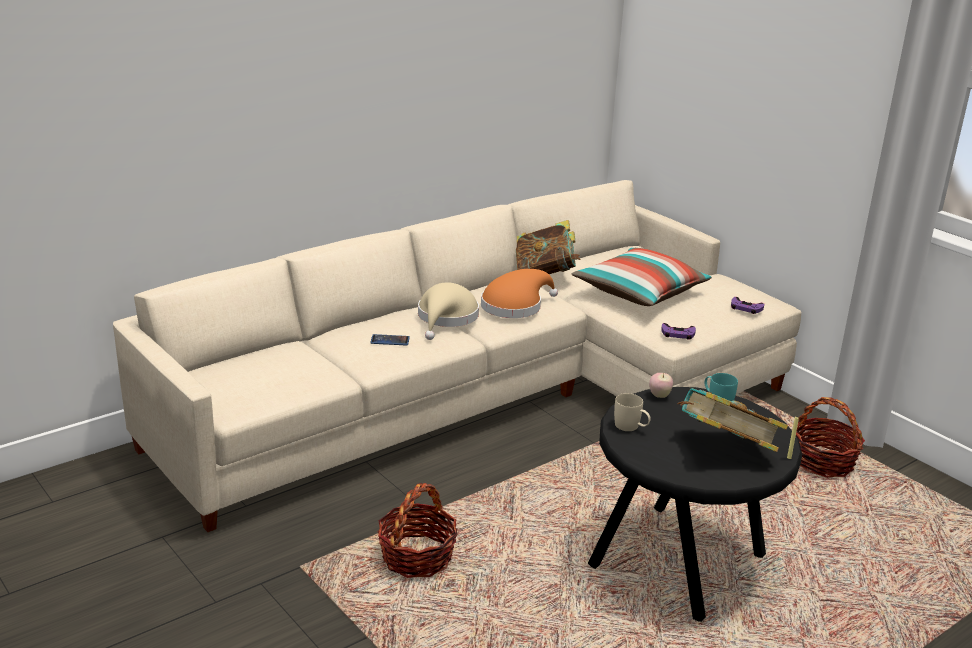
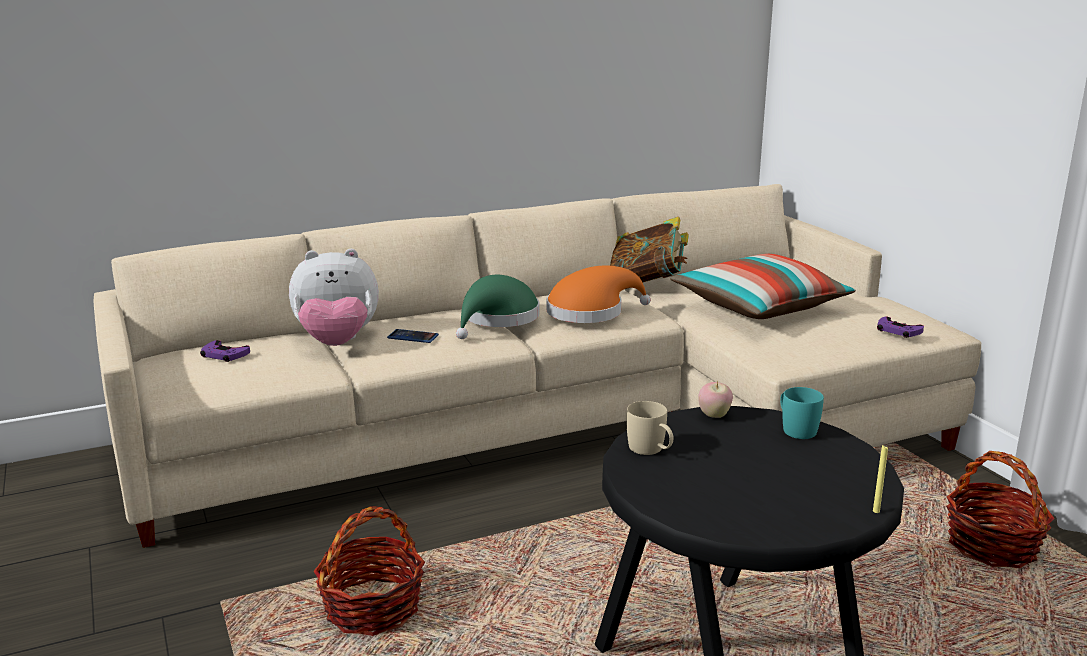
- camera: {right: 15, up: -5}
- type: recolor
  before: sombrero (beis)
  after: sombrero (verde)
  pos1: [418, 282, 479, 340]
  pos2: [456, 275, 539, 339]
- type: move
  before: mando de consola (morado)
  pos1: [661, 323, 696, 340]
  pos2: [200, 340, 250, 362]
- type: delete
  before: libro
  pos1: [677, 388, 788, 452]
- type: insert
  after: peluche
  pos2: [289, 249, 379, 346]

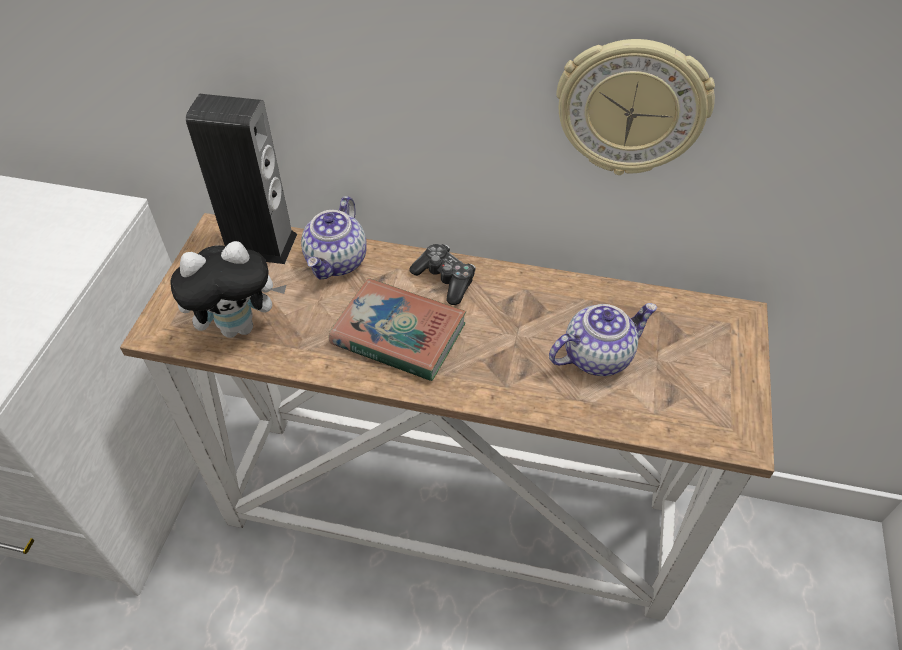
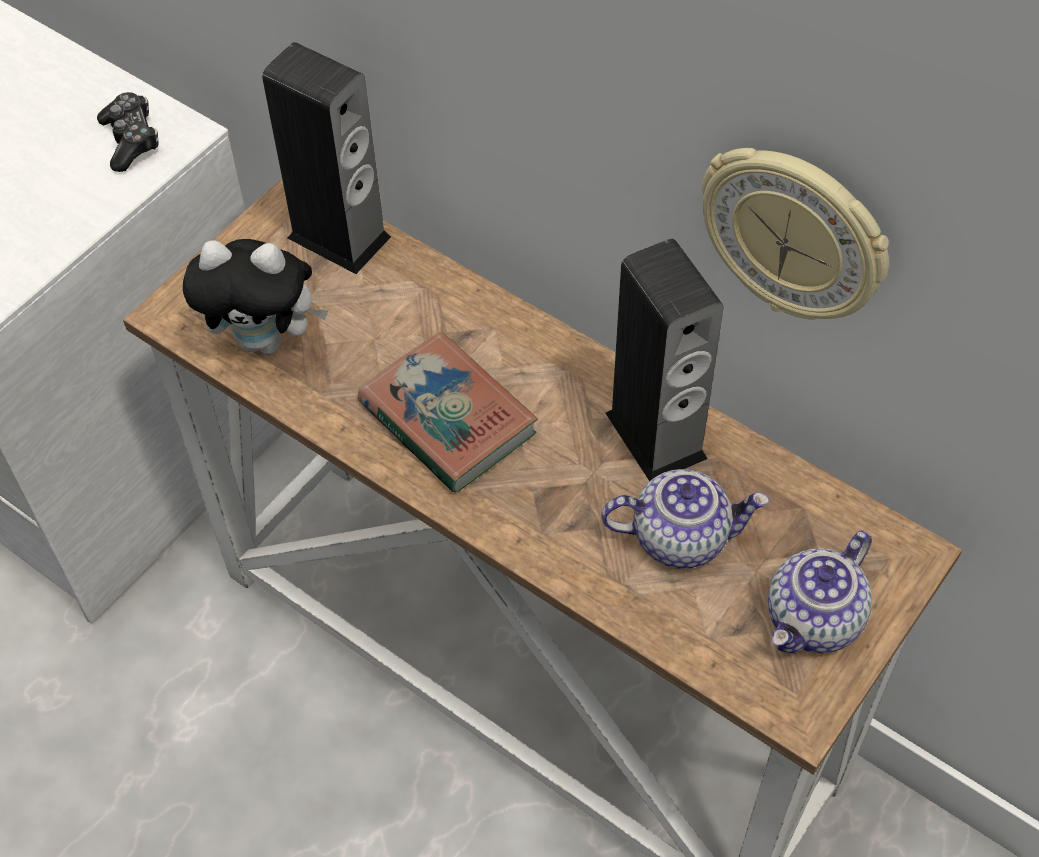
- camera: {right: 25, up: 5}
- type: move
  before: tetera
  pos1: [301, 196, 367, 280]
  pos2: [768, 530, 872, 654]
- type: move
  before: mando de consola
  pos1: [409, 244, 476, 305]
  pos2: [97, 92, 159, 172]
- type: insert
  after: altavoz
  pos2: [606, 239, 724, 481]

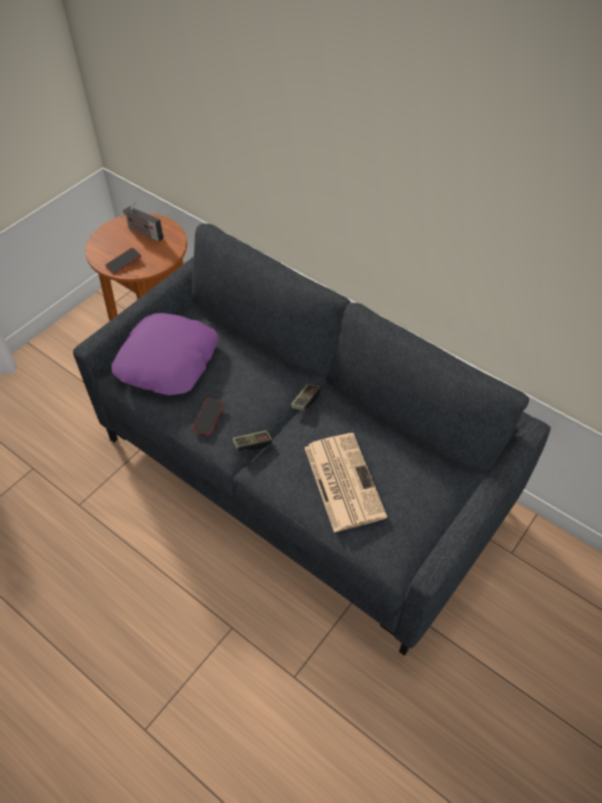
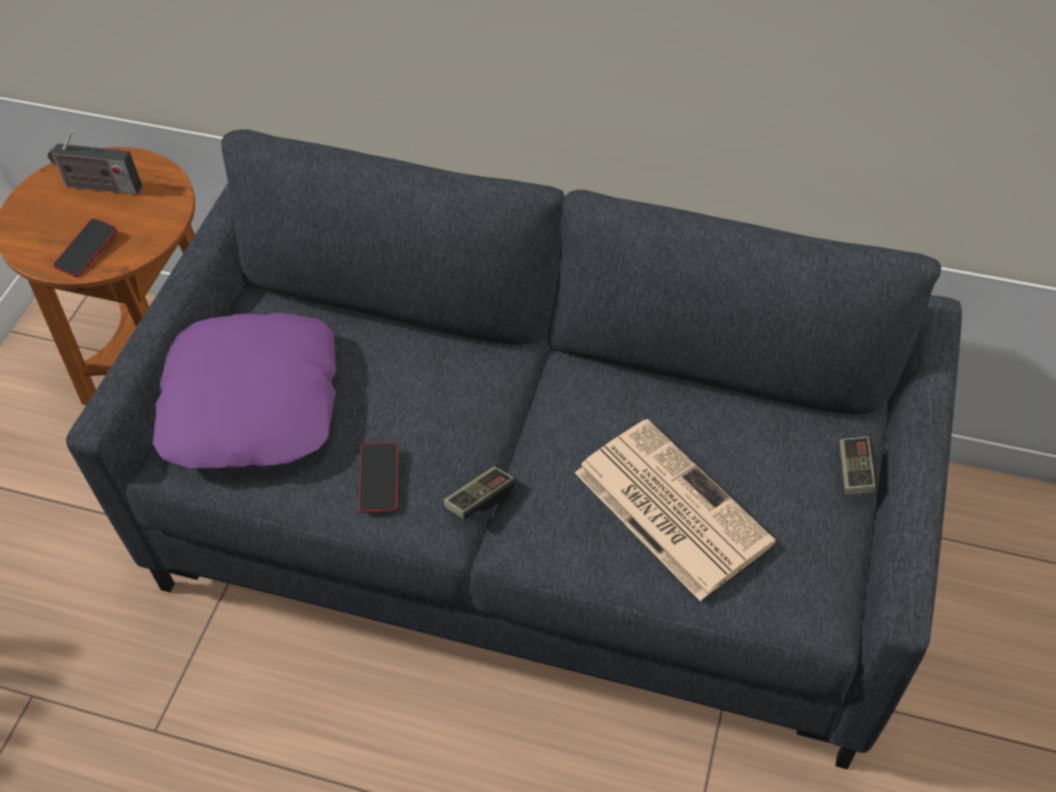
- camera: {right: -20, up: 0}
- type: move
  before: mando de consola
  pos1: [291, 384, 321, 411]
  pos2: [839, 436, 877, 495]

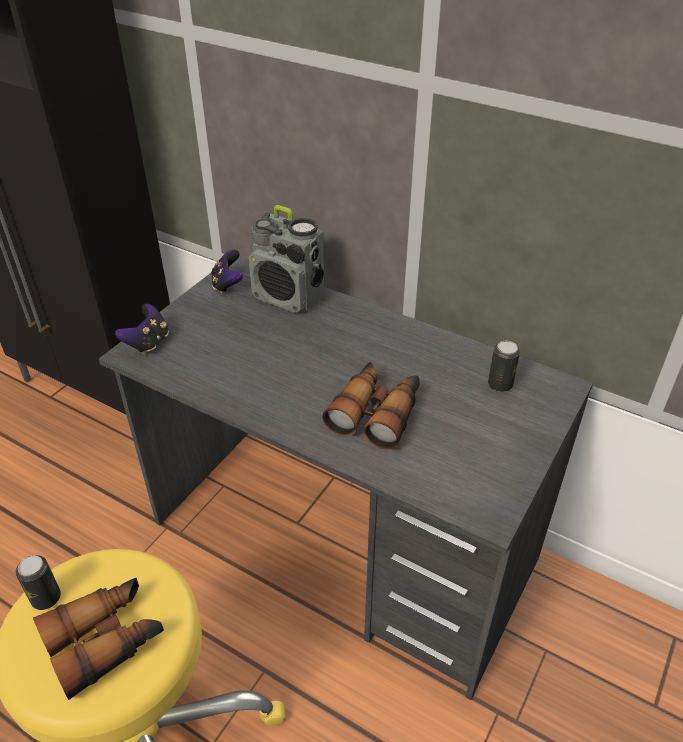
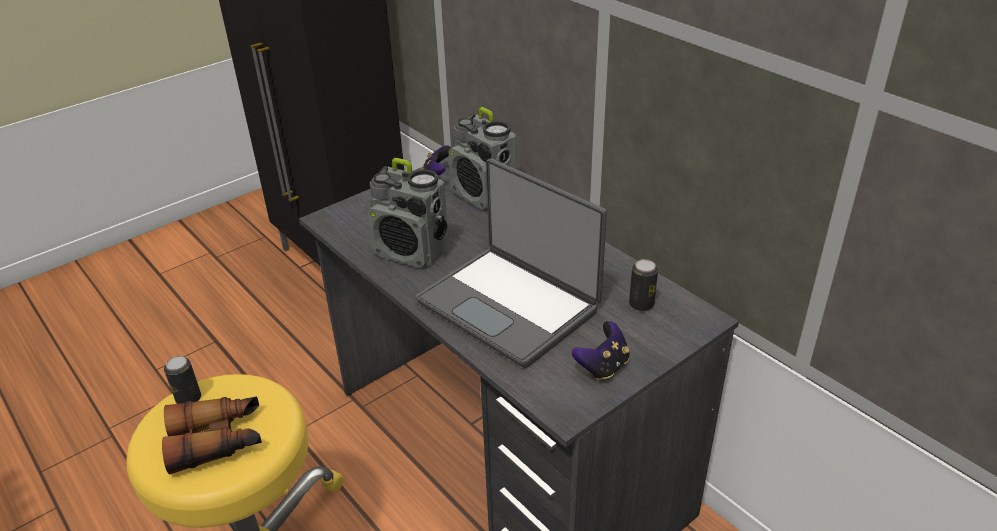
- camera: {right: 20, up: -5}
- type: move
  before: mando de consola
  pos1: [115, 304, 169, 355]
  pos2: [572, 321, 630, 381]
- type: replace
  before: prismáticos
  after: portátil
  pos1: [322, 362, 420, 449]
  pos2: [416, 158, 607, 368]
- type: insert
  after: radio
  pos2: [368, 158, 449, 268]

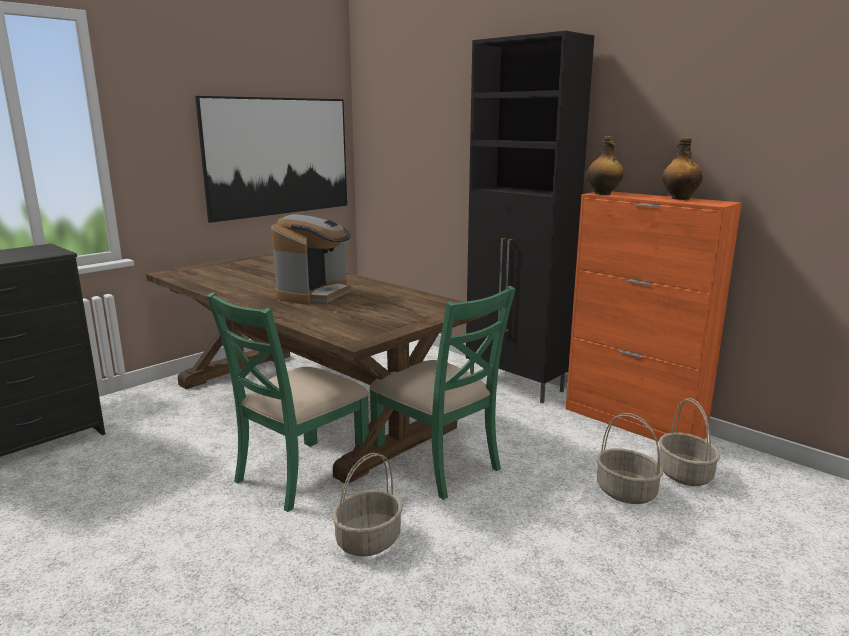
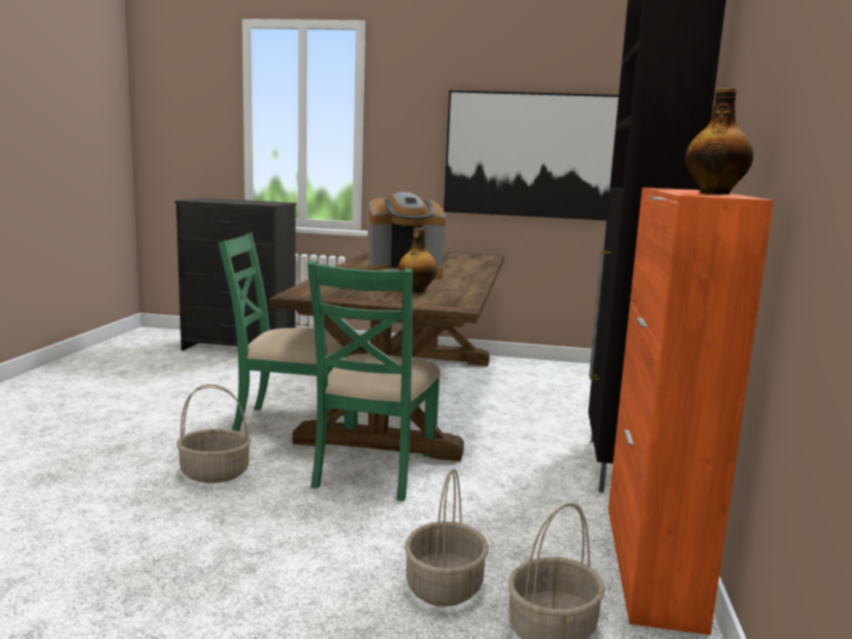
- camera: {right: 55, up: -5}
- type: move
  before: botella
  pos1: [587, 136, 624, 195]
  pos2: [398, 228, 437, 292]

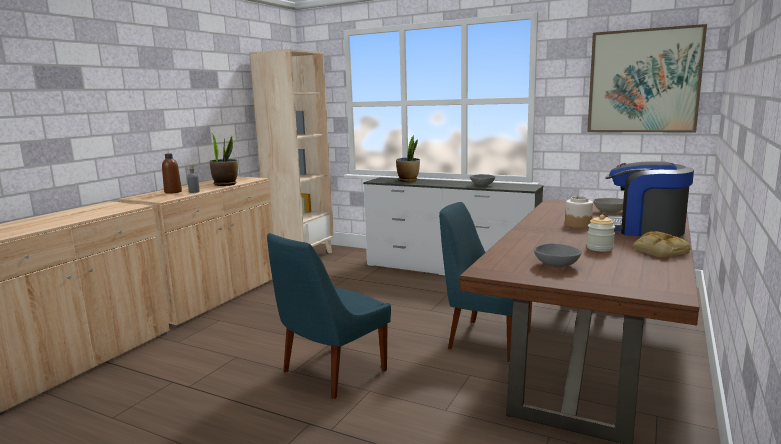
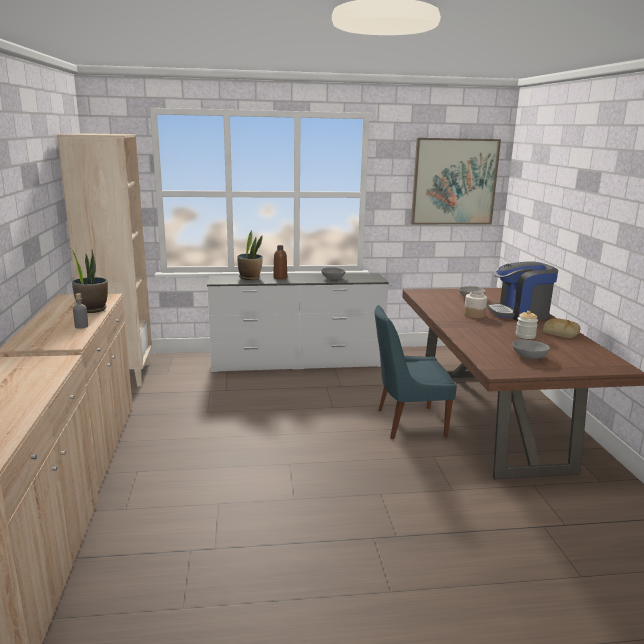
- camera: {right: -35, up: 5}
- type: move
  before: botella (marrón)
  pos1: [162, 154, 182, 194]
  pos2: [273, 245, 287, 279]
- type: delete
  before: silla (azul)
  pos1: [267, 233, 391, 399]

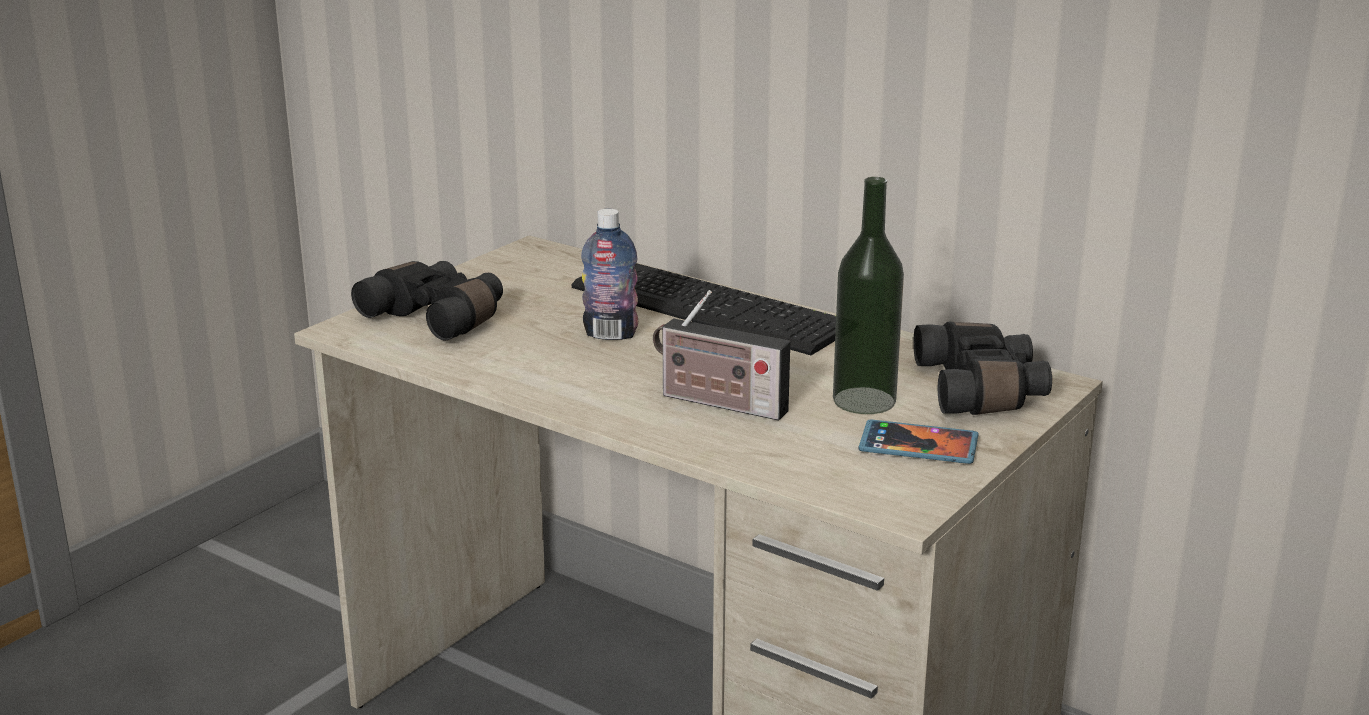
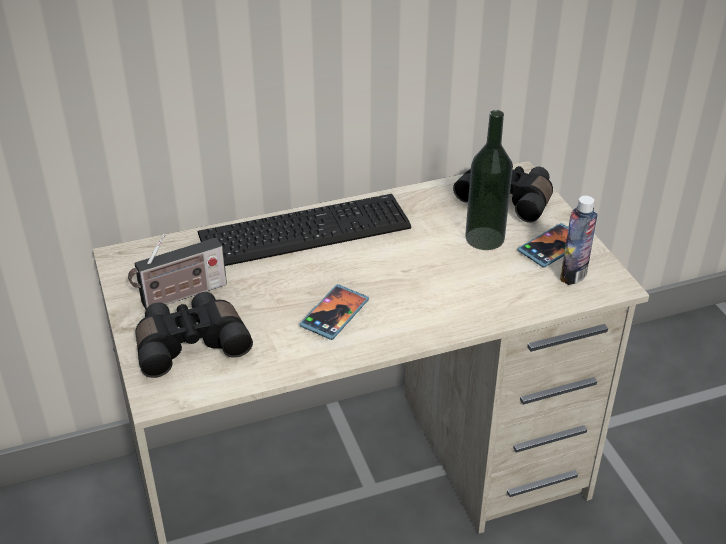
- camera: {right: -55, up: 15}
- type: move
  before: botella
  pos1: [581, 209, 638, 340]
  pos2: [560, 196, 598, 285]
- type: move
  before: radio
  pos1: [653, 290, 790, 421]
  pos2: [128, 234, 227, 309]
- type: insert
  after: móvil
  pos2: [300, 284, 369, 340]

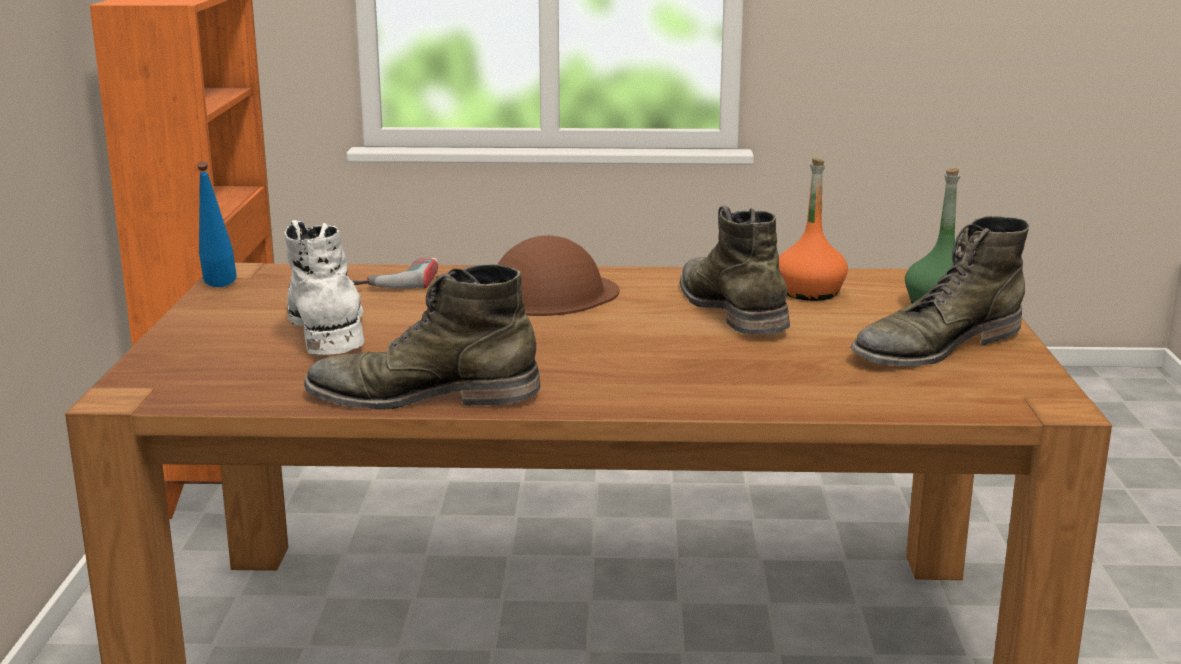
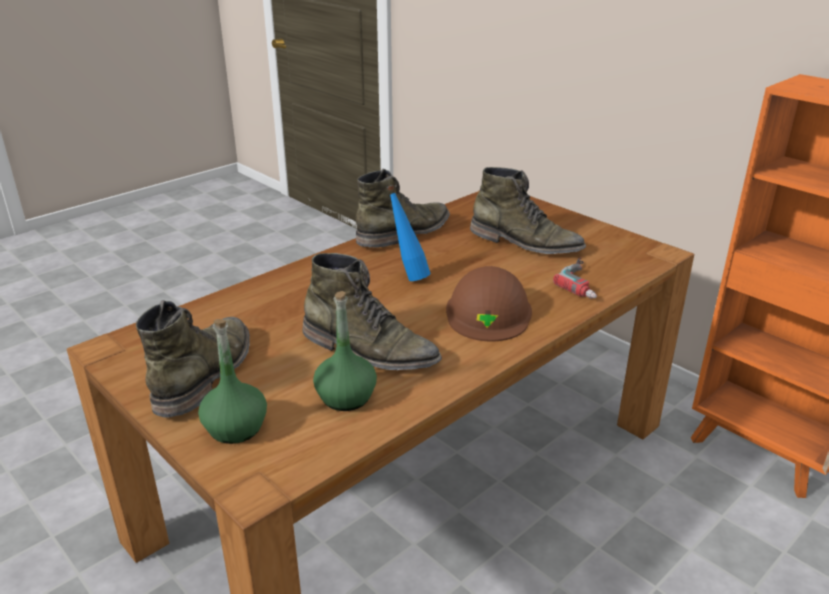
- camera: {right: 135, up: 10}
- type: recolor
  before: botella (naranja)
  after: botella (verde)
  pos1: [779, 158, 848, 301]
  pos2: [313, 291, 377, 411]
- type: move
  before: botella (azul)
  pos1: [197, 161, 237, 287]
  pos2: [387, 185, 431, 281]
- type: recolor
  before: bota (blanco)
  after: bota (verde)
  pos1: [285, 220, 364, 355]
  pos2: [470, 167, 586, 254]

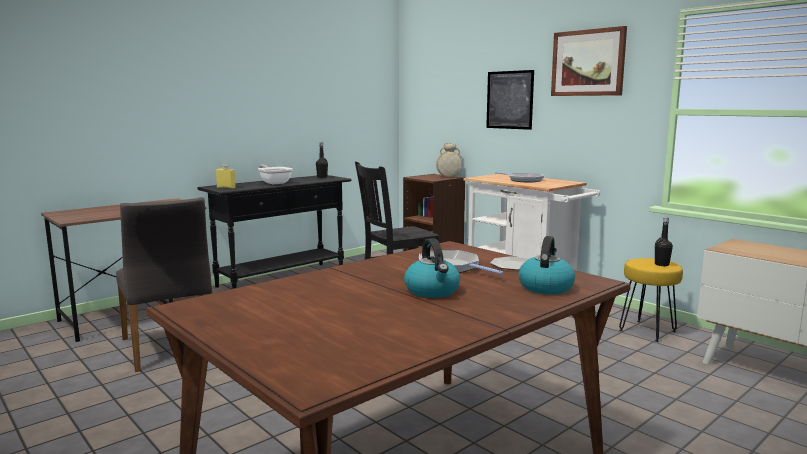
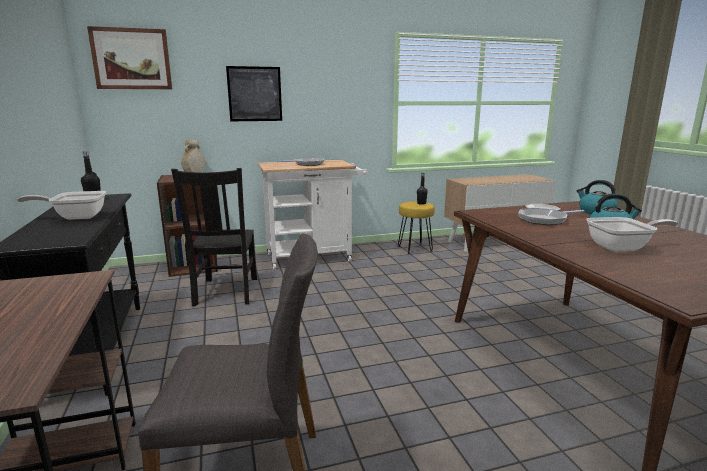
- camera: {right: -65, up: 5}
- type: move
  before: cuadro
  pos1: [551, 26, 627, 96]
  pos2: [87, 26, 172, 89]
- type: delete
  before: botella (amarillo)
  pos1: [216, 164, 236, 189]
- type: insert
  after: sartén
  pos2: [587, 217, 678, 252]

